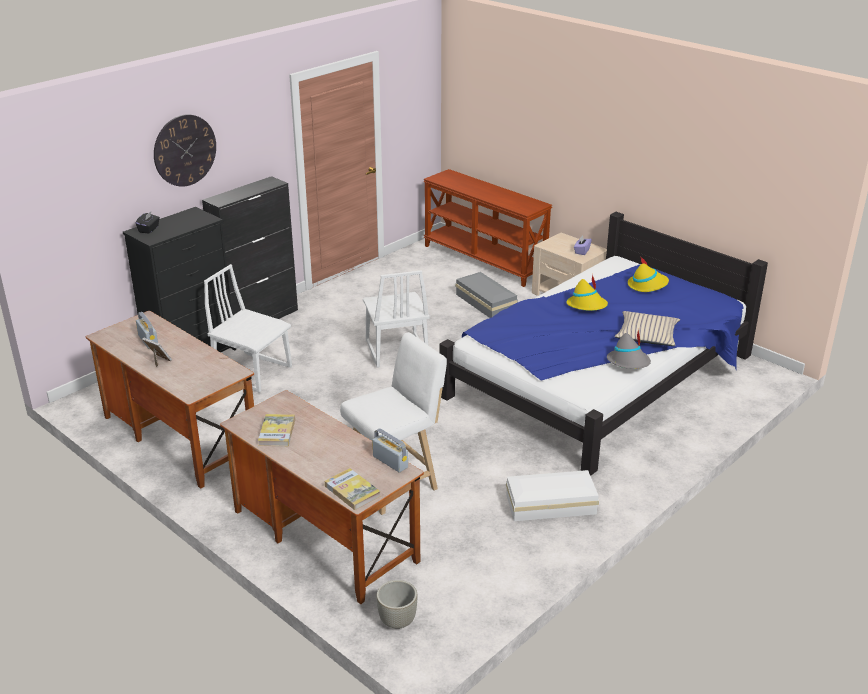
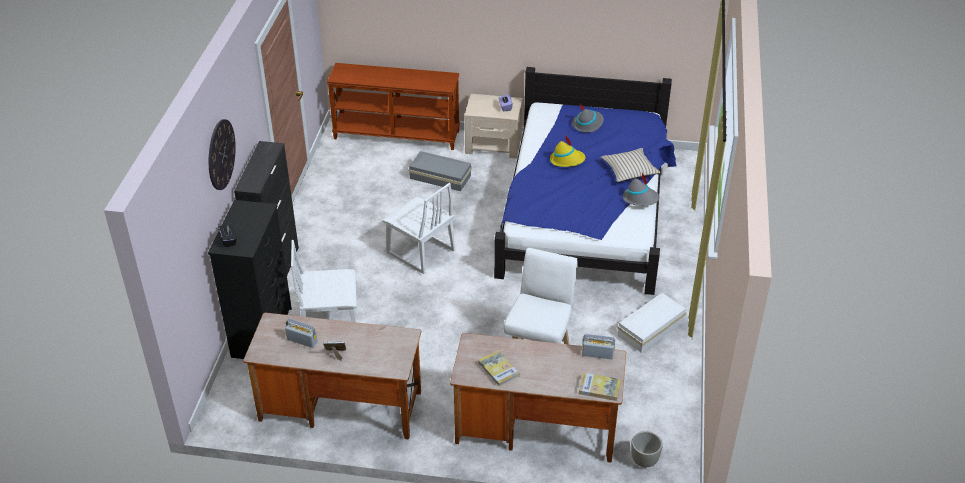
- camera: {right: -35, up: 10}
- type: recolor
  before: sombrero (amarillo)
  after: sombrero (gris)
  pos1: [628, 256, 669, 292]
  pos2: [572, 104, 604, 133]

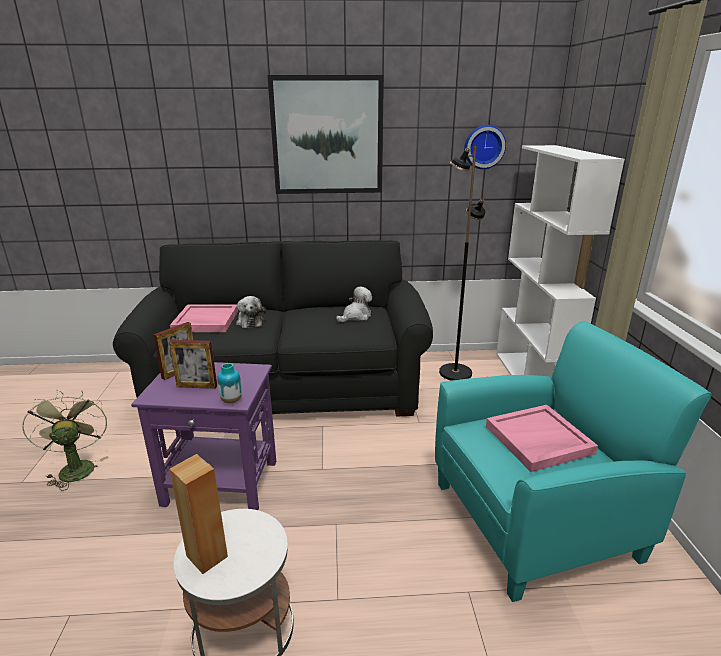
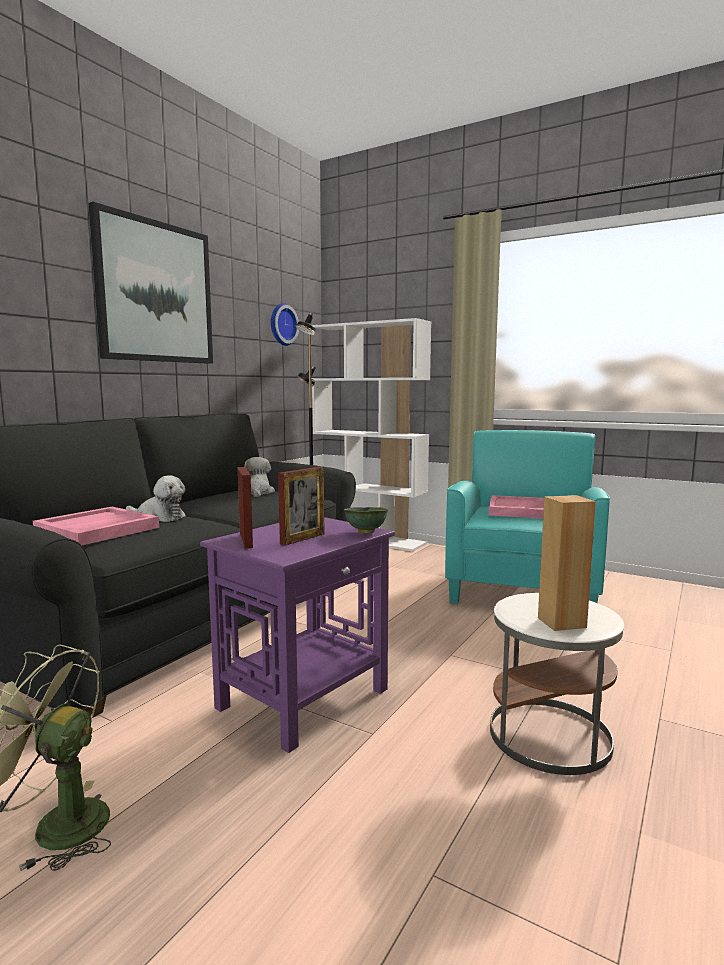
- camera: {right: -55, up: -15}
- type: replace
  before: florero
  after: cuenco (verde)
  pos1: [217, 363, 242, 404]
  pos2: [344, 507, 389, 533]

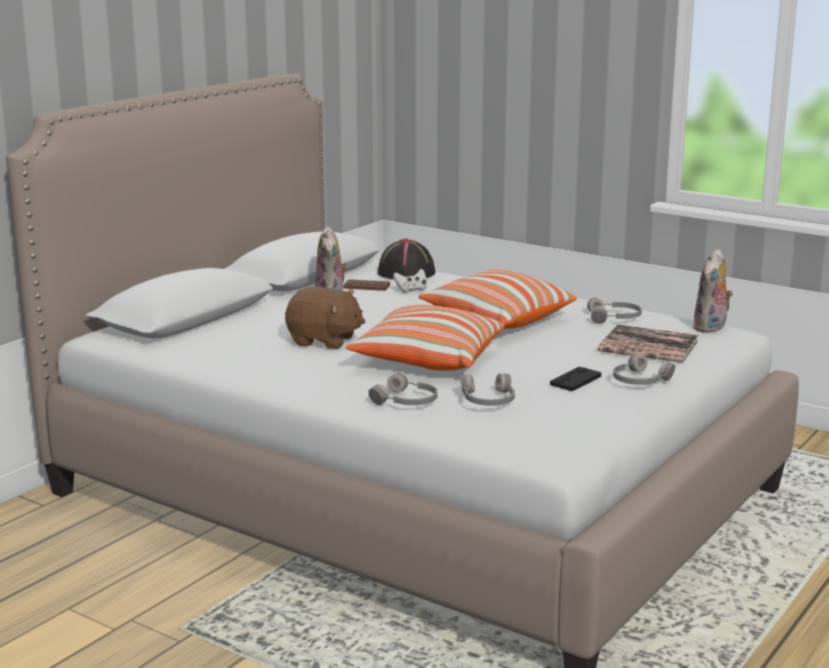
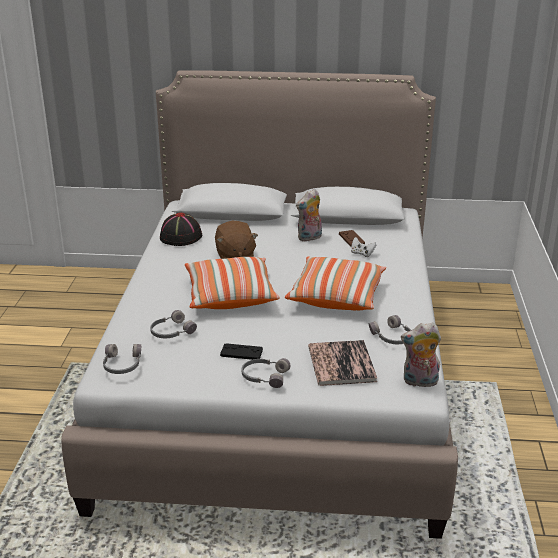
- camera: {right: 60, up: 10}
- type: move
  before: sombrero (negro)
  pos1: [378, 239, 436, 279]
  pos2: [160, 213, 202, 246]
- type: move
  before: auriculares (gris)
  pos1: [368, 373, 438, 405]
  pos2: [103, 344, 141, 374]

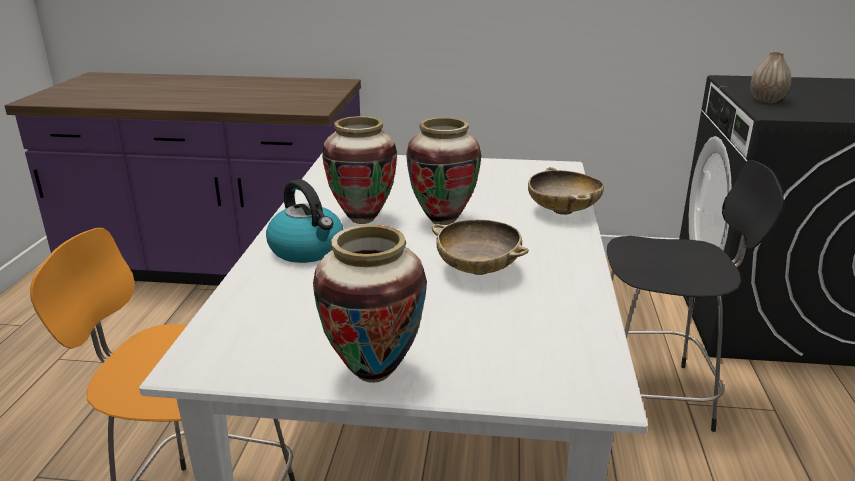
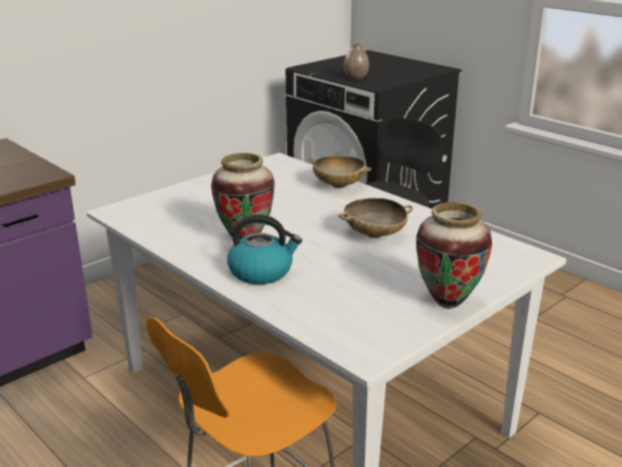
- camera: {right: -50, up: 0}
- type: delete
  before: florero
  pos1: [406, 117, 481, 225]

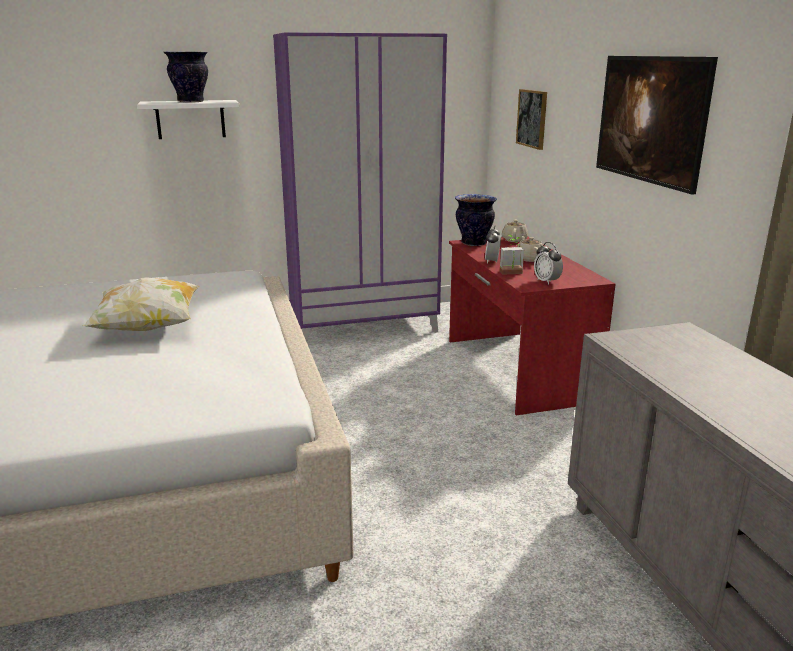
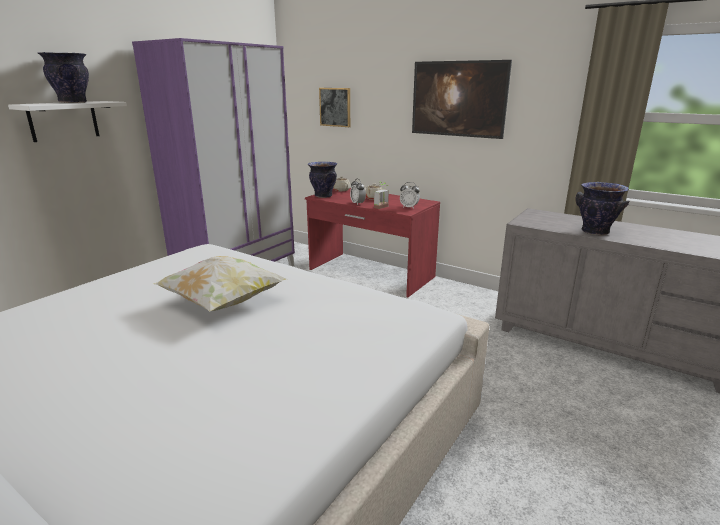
- camera: {right: -40, up: 0}
- type: insert
  after: florero
  pos2: [575, 182, 629, 235]

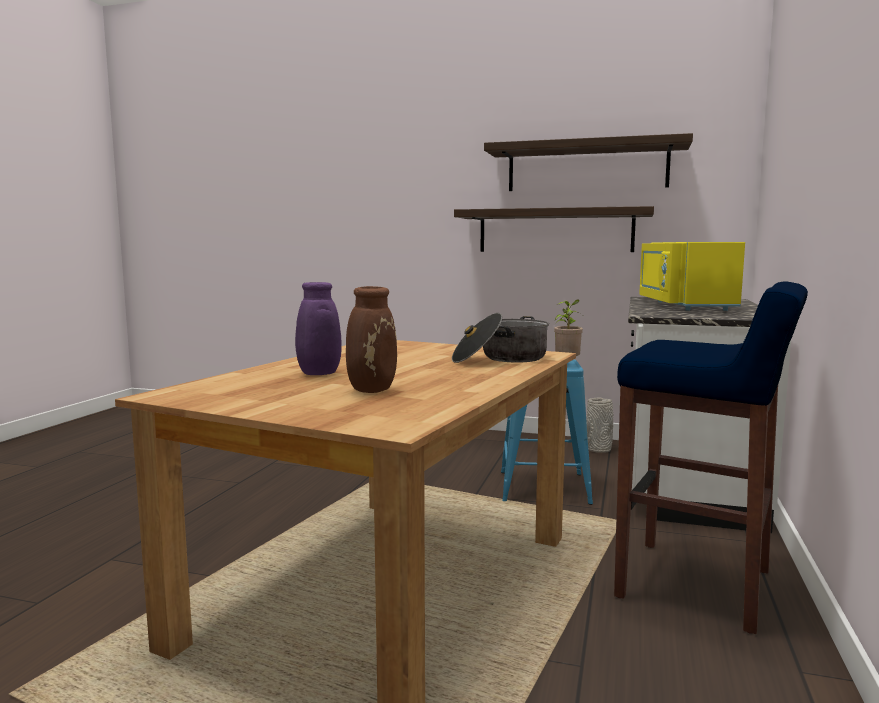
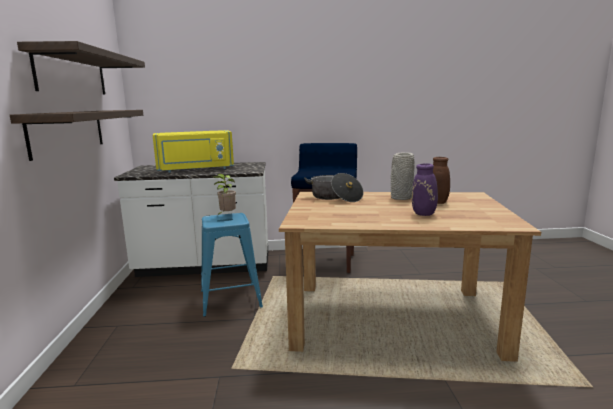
- camera: {right: -110, up: 5}
- type: move
  before: florero (gris)
  pos1: [587, 398, 613, 453]
  pos2: [391, 153, 414, 200]

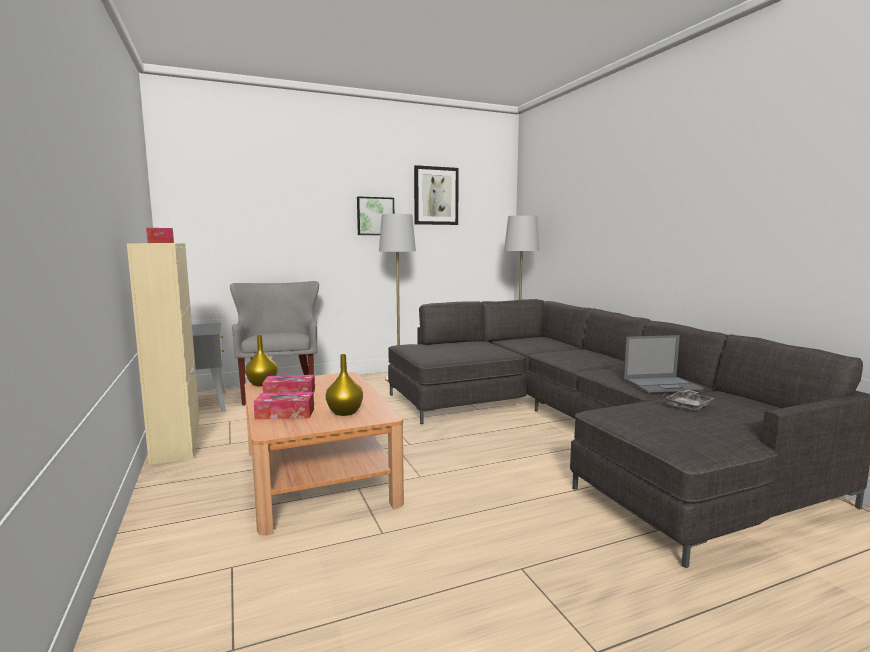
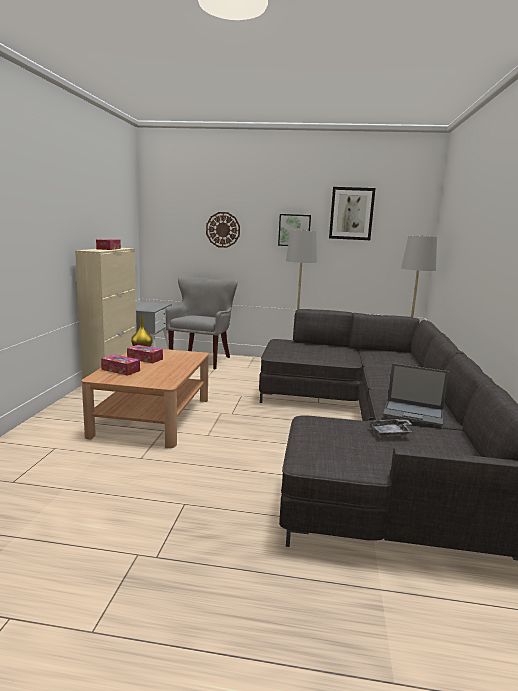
- camera: {right: 30, up: 5}
- type: delete
  before: florero (amarillo)
  pos1: [326, 354, 363, 416]
- type: insert
  after: reloj de pared
  pos2: [206, 212, 240, 248]

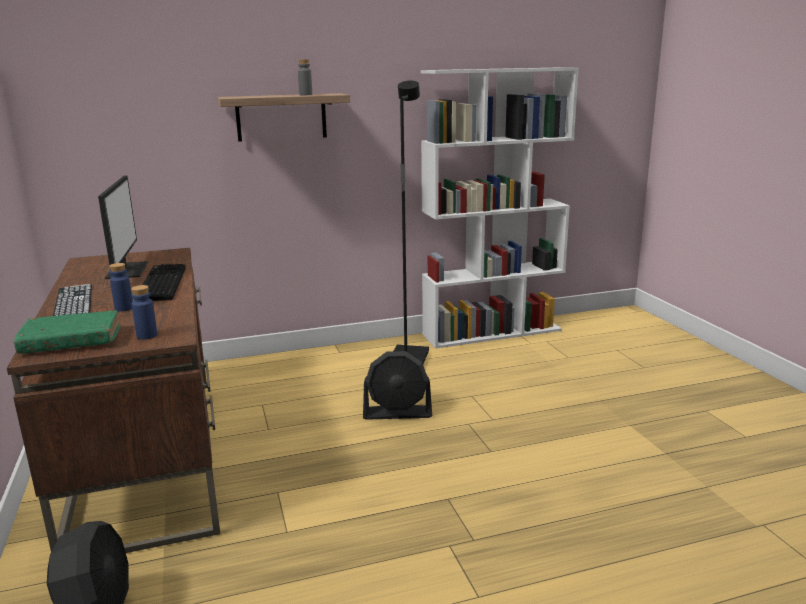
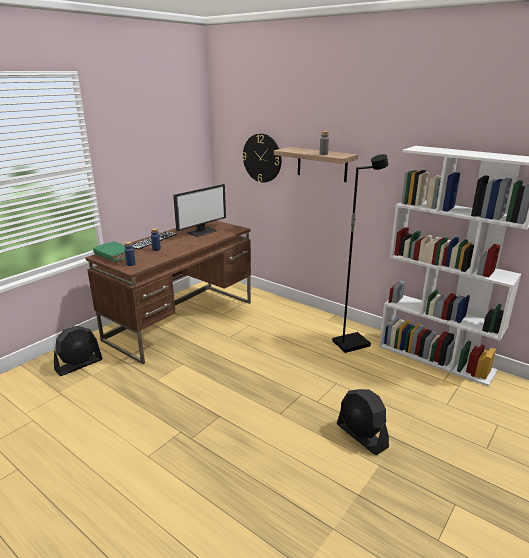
- camera: {right: 55, up: 5}
- type: delete
  before: teclado
  pos1: [142, 264, 186, 301]
- type: move
  before: ventilador (negro)
  pos1: [363, 351, 432, 420]
  pos2: [337, 389, 389, 455]
- type: insert
  after: reloj de pared
  pos2: [242, 134, 281, 183]

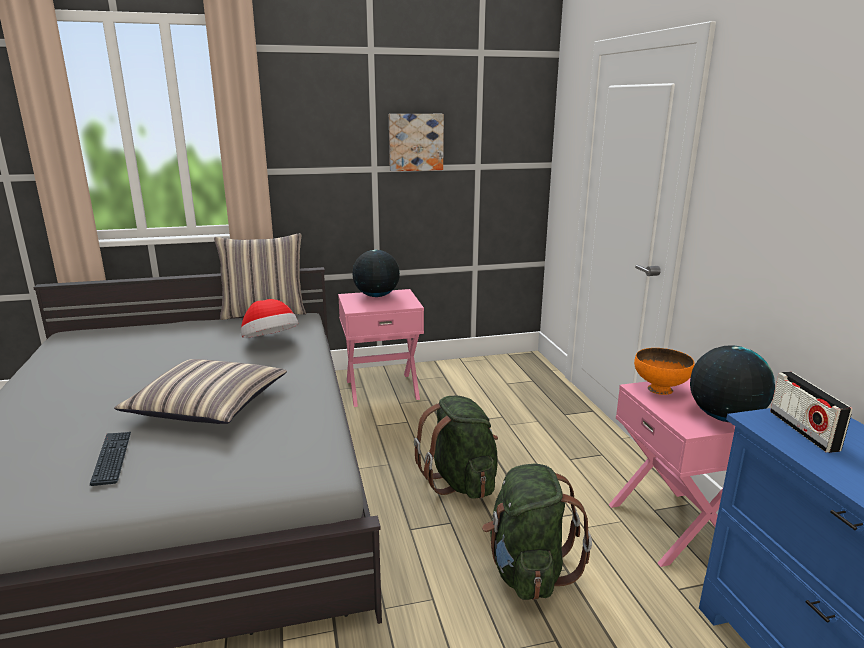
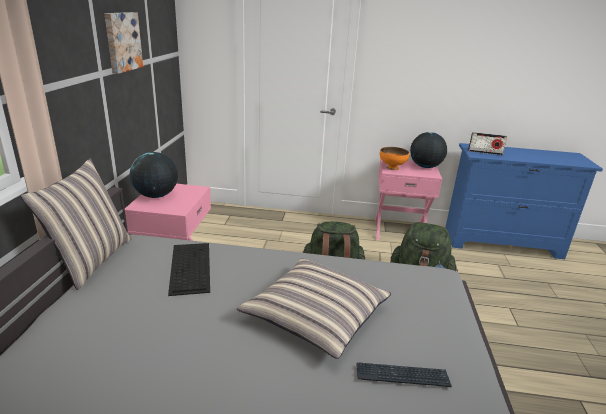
- camera: {right: -70, up: 5}
- type: replace
  before: sombrero
  after: teclado
  pos1: [241, 299, 298, 338]
  pos2: [168, 243, 210, 296]

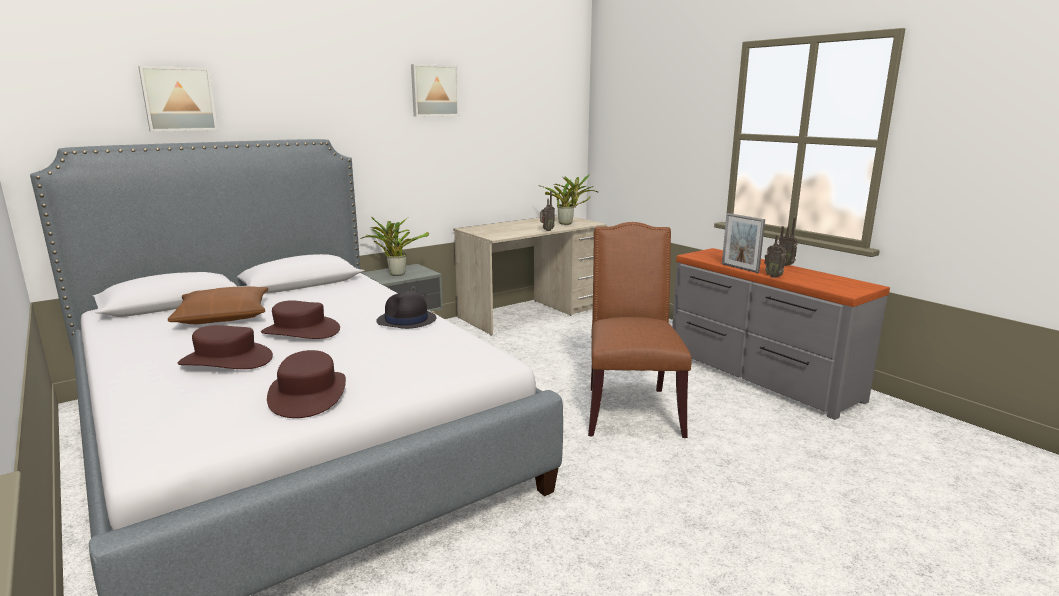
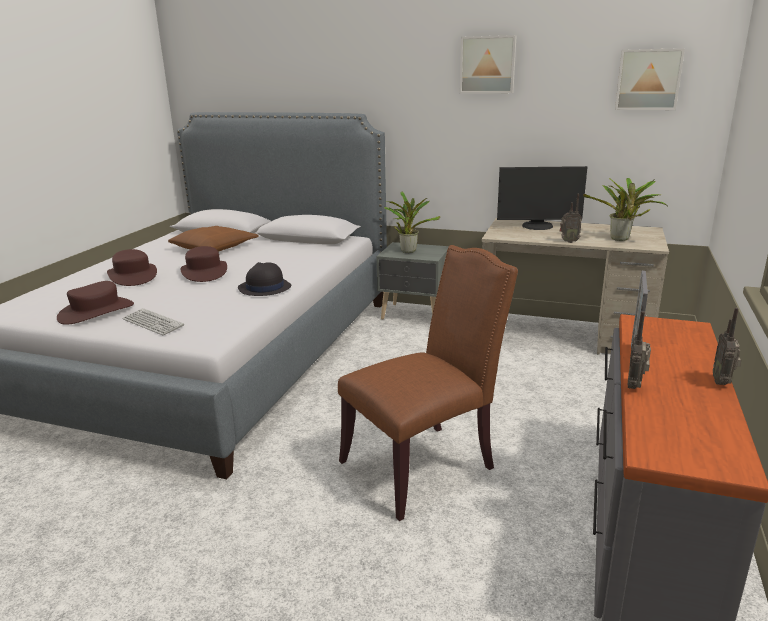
- camera: {right: 55, up: 5}
- type: move
  before: cuadro
  pos1: [138, 66, 218, 132]
  pos2: [615, 48, 685, 110]
- type: insert
  after: monitor
  pos2: [497, 166, 587, 230]
- type: insert
  after: teclado
  pos2: [122, 308, 184, 335]

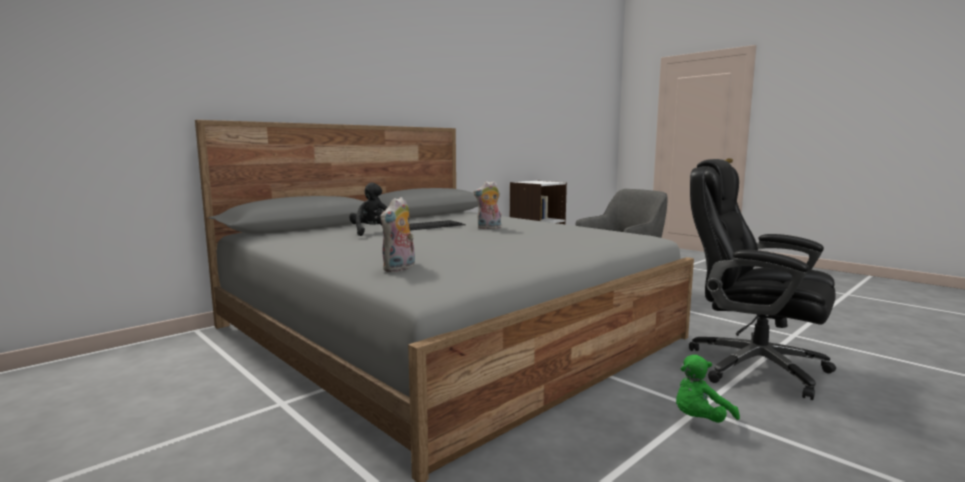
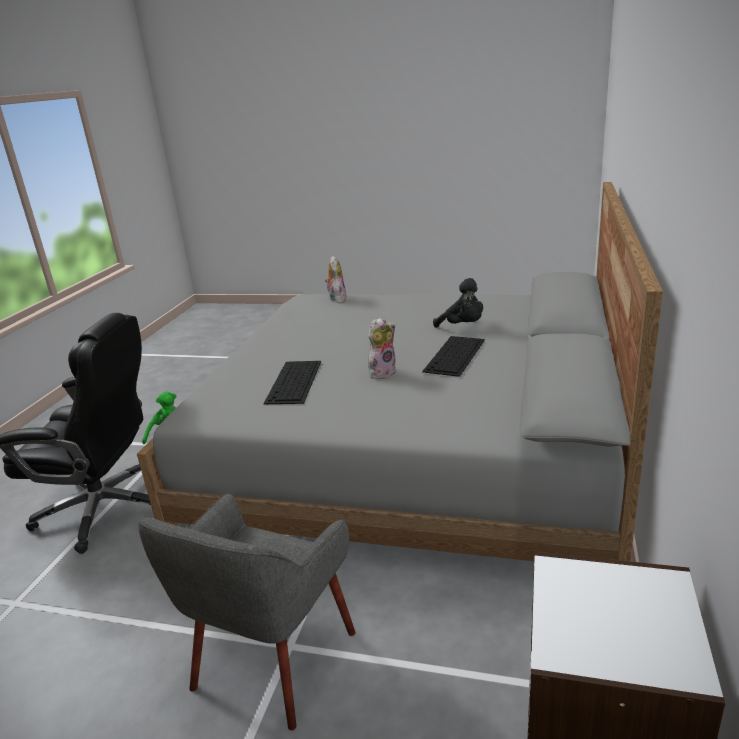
- camera: {right: 150, up: 15}
- type: insert
  after: teclado
  pos2: [264, 361, 321, 404]

